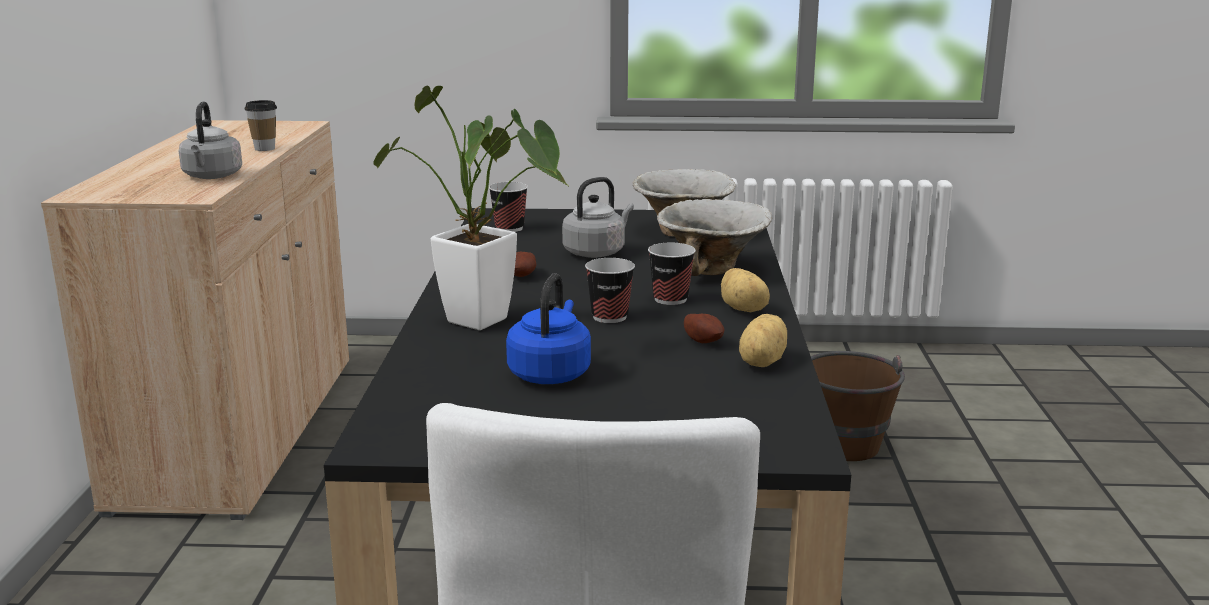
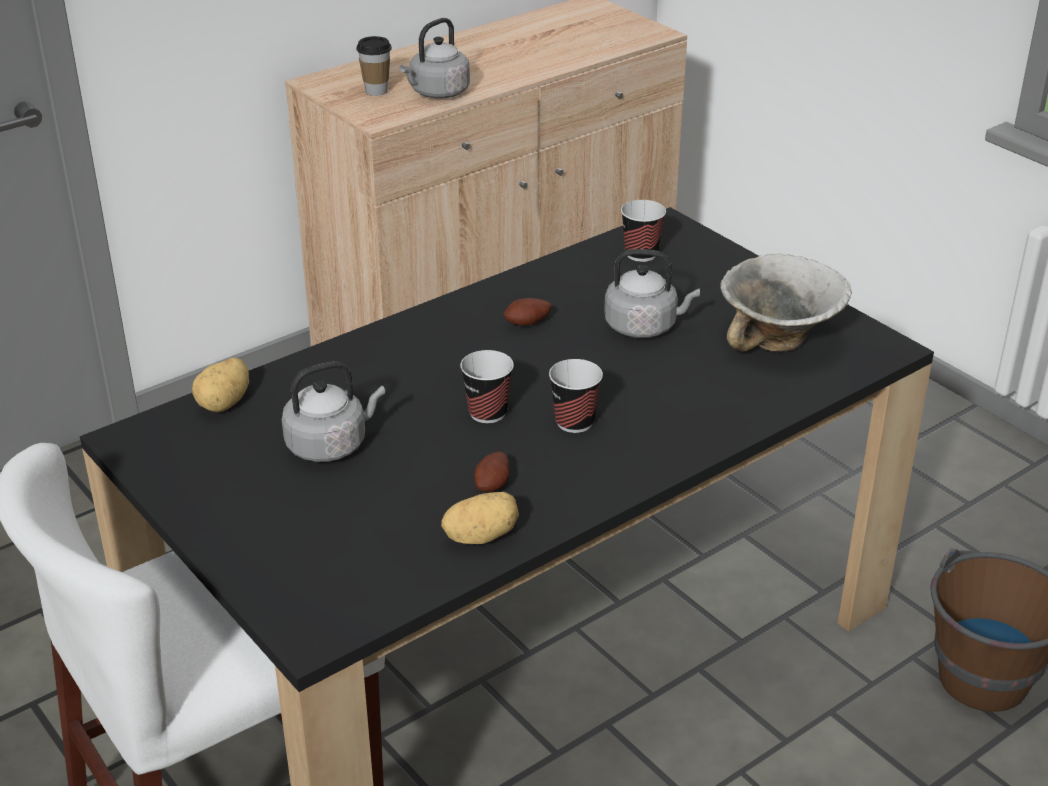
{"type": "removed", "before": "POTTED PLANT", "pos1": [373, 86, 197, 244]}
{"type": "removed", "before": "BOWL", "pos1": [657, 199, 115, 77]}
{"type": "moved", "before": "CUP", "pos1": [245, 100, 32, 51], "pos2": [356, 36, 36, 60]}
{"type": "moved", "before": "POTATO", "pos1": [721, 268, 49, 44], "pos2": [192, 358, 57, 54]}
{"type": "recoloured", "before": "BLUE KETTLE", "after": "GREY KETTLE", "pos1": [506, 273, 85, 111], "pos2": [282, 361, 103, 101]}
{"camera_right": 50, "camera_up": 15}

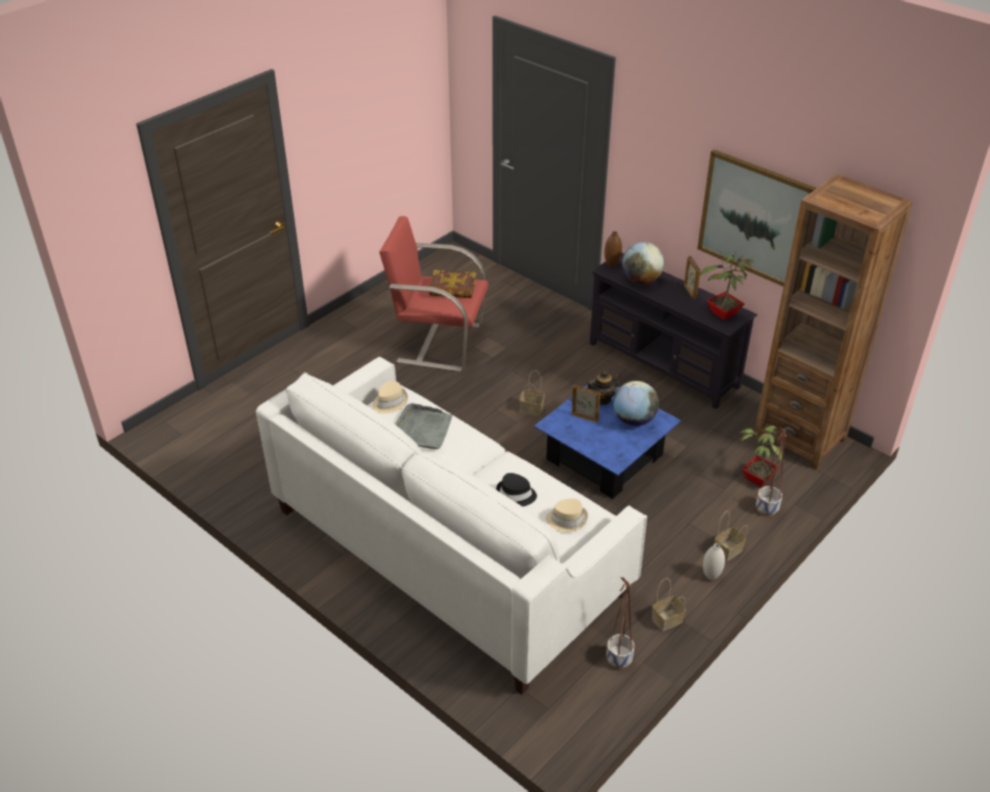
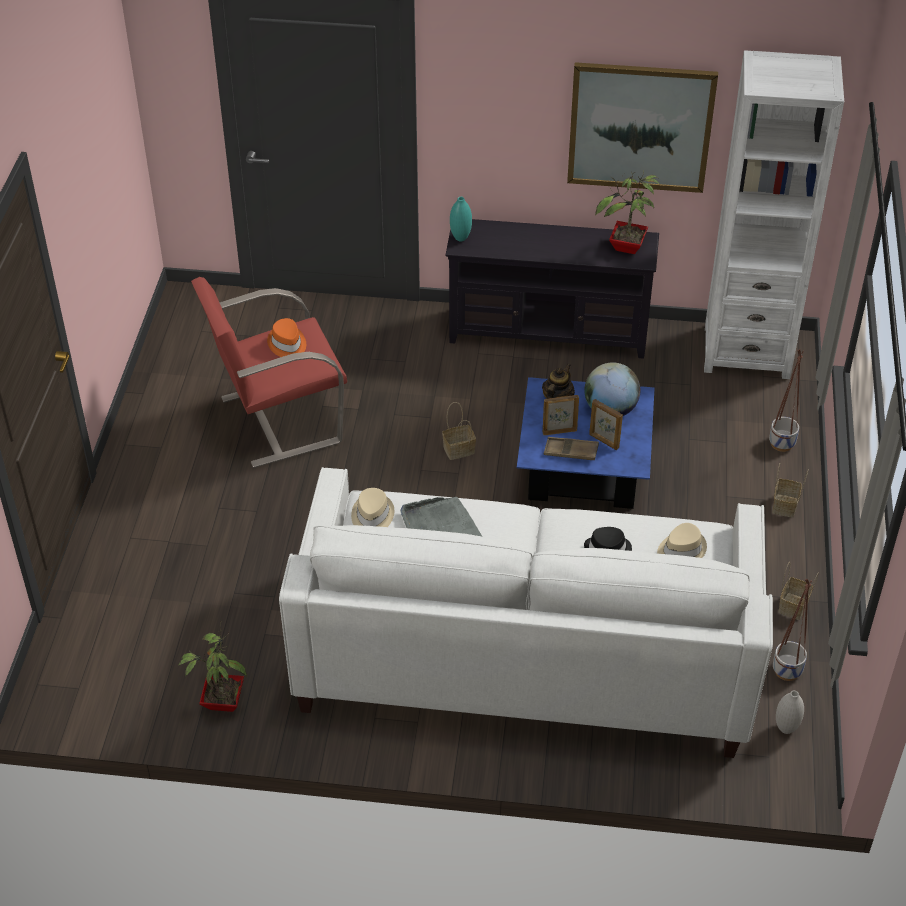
{"type": "removed", "before": "GLOBE", "pos1": [622, 242, 42, 42]}
{"type": "added", "after": "BROWN TRAY", "pos2": [544, 437, 55, 23]}
{"type": "moved", "before": "PICTURE FRAME", "pos1": [684, 256, 17, 44], "pos2": [589, 399, 34, 51]}
{"type": "moved", "before": "WHITE VASE", "pos1": [703, 543, 22, 37], "pos2": [776, 691, 28, 43]}
{"type": "moved", "before": "POTTED PLANT", "pos1": [740, 419, 42, 68], "pos2": [178, 622, 69, 90]}
{"type": "replaced", "before": "BOOK", "after": "ORANGE HAT", "pos1": [429, 270, 47, 28], "pos2": [267, 318, 39, 39]}
{"type": "recoloured", "before": "BROWN VASE", "after": "TURQUOISE VASE", "pos1": [604, 231, 18, 36], "pos2": [450, 197, 22, 44]}
{"type": "recoloured", "before": "BROWN BOOKCASE", "after": "WHITE BOOKCASE", "pos1": [753, 174, 159, 296], "pos2": [704, 50, 140, 329]}
{"camera_right": -35, "camera_up": 5}

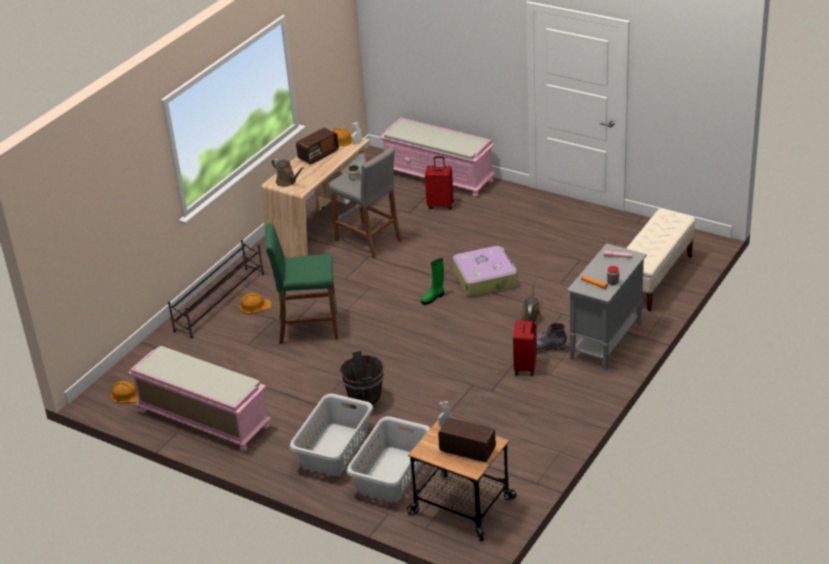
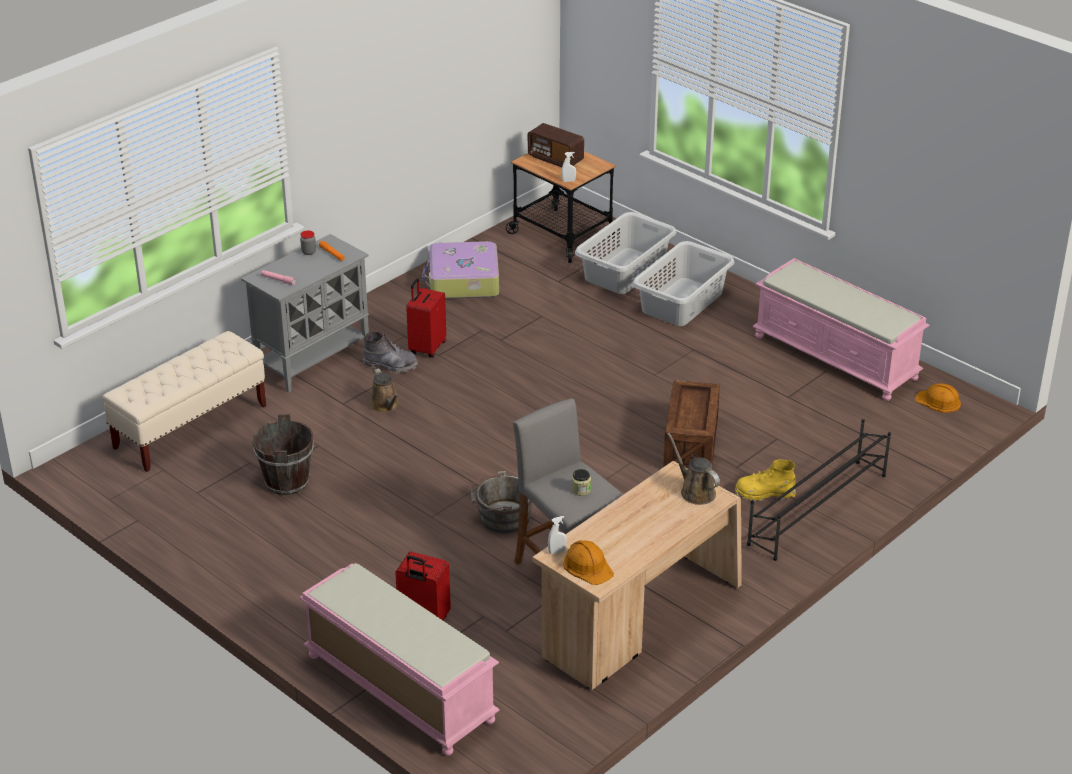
{"type": "removed", "before": "RADIO", "pos1": [296, 128, 43, 36]}
{"type": "removed", "before": "GREEN BOOT", "pos1": [421, 258, 23, 47]}
{"type": "added", "after": "GREY BUCKET", "pos2": [470, 471, 62, 62]}
{"type": "moved", "before": "BROWN BUCKET", "pos1": [340, 350, 45, 58], "pos2": [253, 414, 61, 81]}
{"type": "moved", "before": "SUITCASE", "pos1": [453, 246, 64, 51], "pos2": [422, 241, 77, 58]}
{"type": "replaced", "before": "ORANGE HARD HAT", "after": "YELLOW BOOT", "pos1": [239, 293, 32, 21], "pos2": [735, 460, 61, 42]}
{"type": "replaced", "before": "GREEN STOOL", "after": "CRATE", "pos1": [265, 223, 73, 121], "pos2": [664, 380, 55, 88]}
{"type": "turned", "before": "BROWN WATERING CAN", "pos1": [520, 278, 22, 47], "pos2": [370, 368, 29, 45], "turn": -45}
{"camera_right": -170, "camera_up": 0}

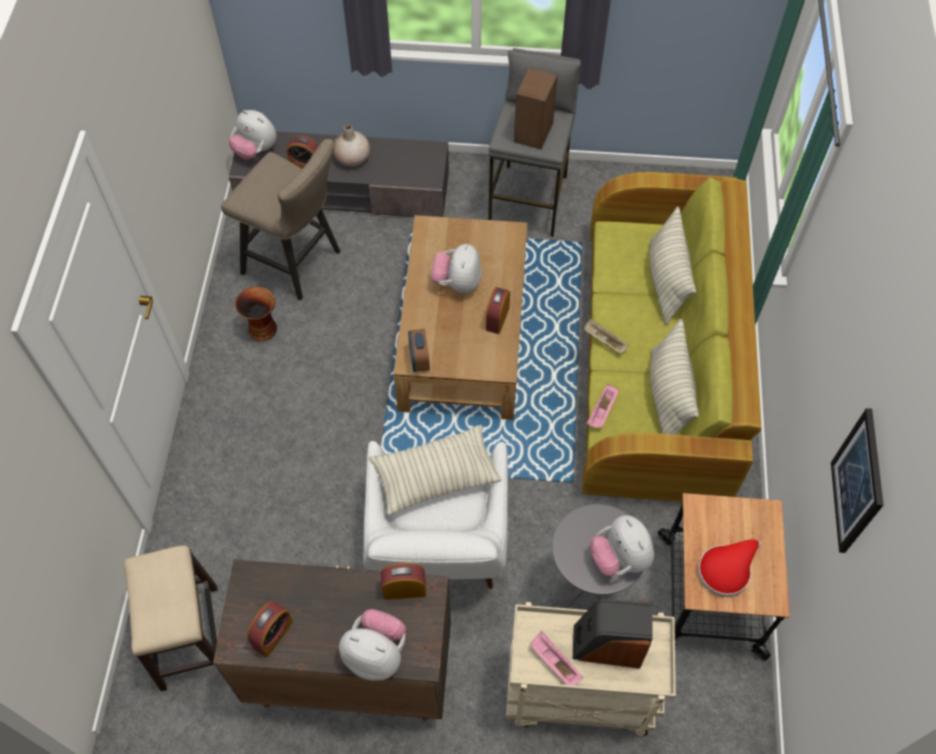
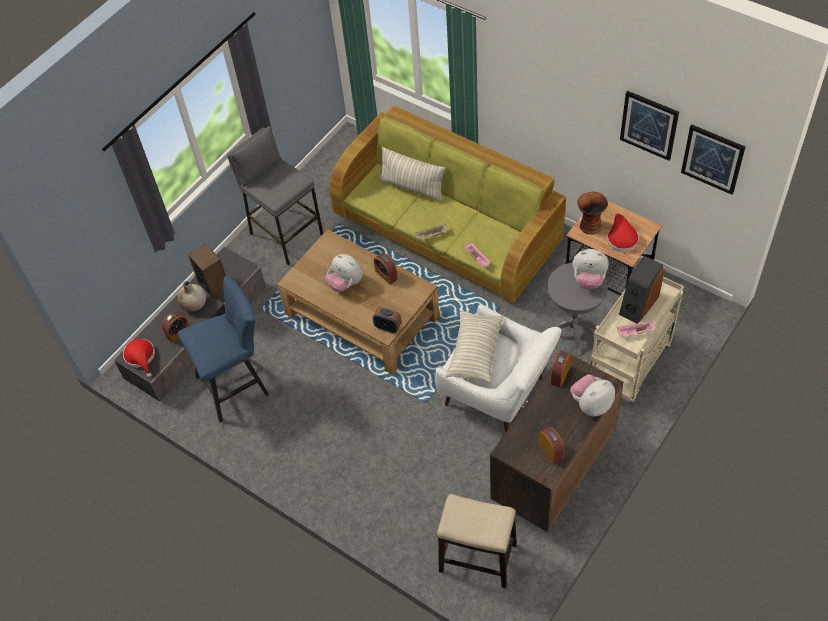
{"type": "removed", "before": "PILLOW", "pos1": [650, 319, 49, 116]}
{"type": "added", "after": "PICTURE", "pos2": [681, 124, 64, 71]}
{"type": "moved", "before": "VASE", "pos1": [235, 286, 42, 56], "pos2": [578, 192, 30, 43]}
{"type": "moved", "before": "SPEAKER", "pos1": [514, 67, 44, 82], "pos2": [188, 243, 38, 56]}
{"type": "replaced", "before": "PLUSH TOY", "after": "RED HAT", "pos1": [229, 110, 48, 50], "pos2": [123, 339, 32, 38]}
{"type": "recoloured", "before": "BEIGE STOOL", "after": "BLUE STOOL", "pos1": [221, 139, 120, 162], "pos2": [178, 275, 91, 147]}
{"camera_right": -55, "camera_up": -5}

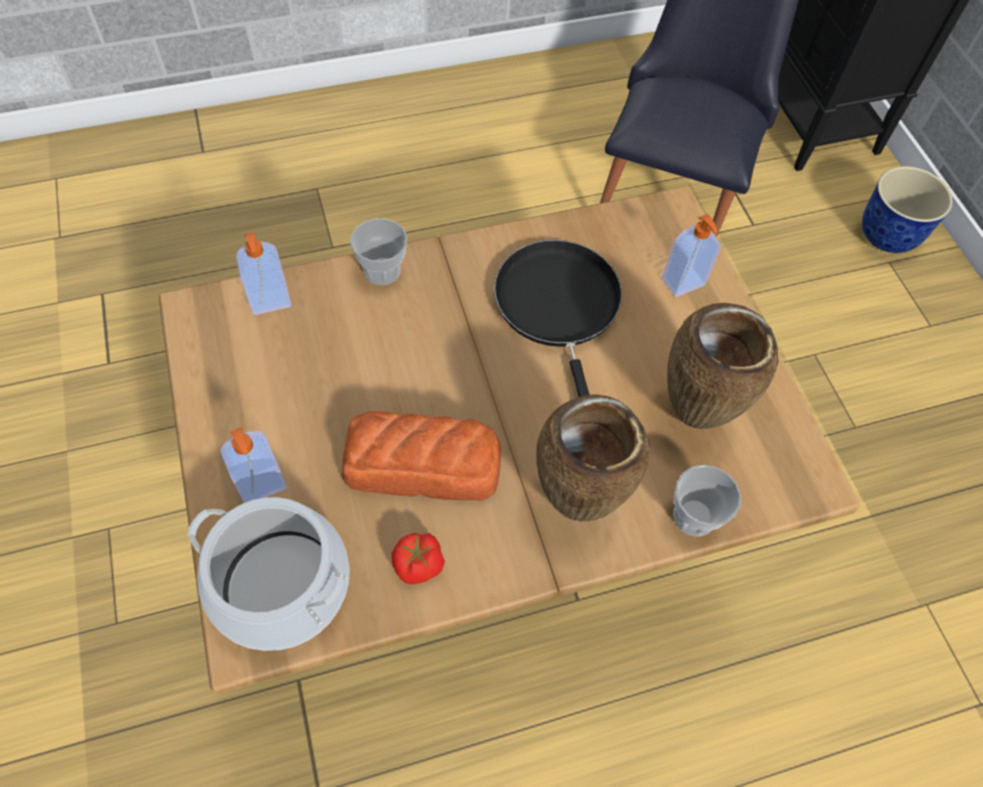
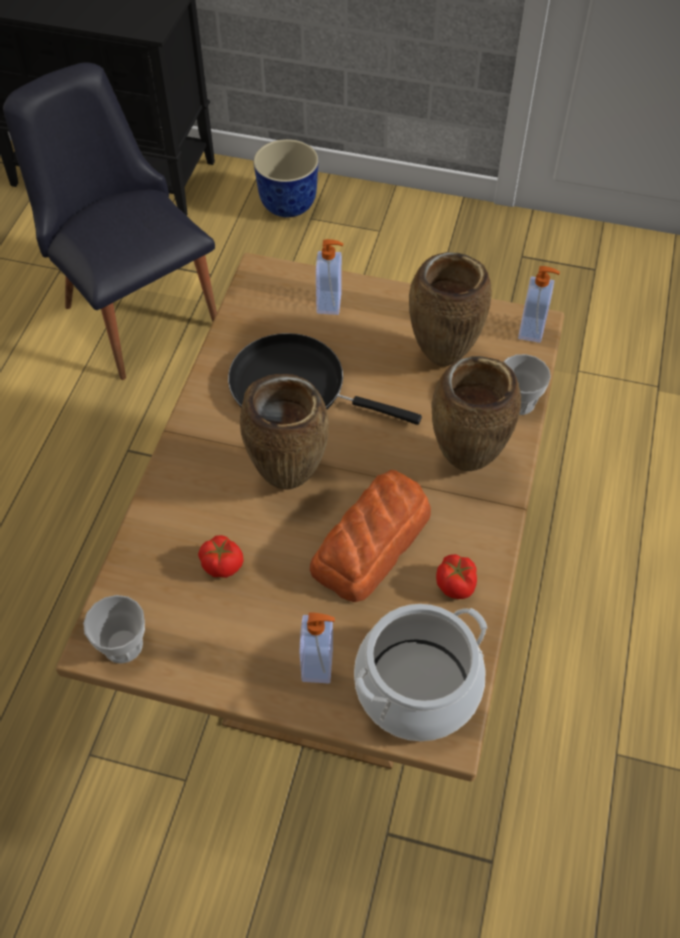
{"type": "added", "after": "TOMATO", "pos2": [198, 535, 45, 43]}
{"type": "added", "after": "BROWN VASE", "pos2": [240, 374, 89, 116]}
{"type": "moved", "before": "SOAP DISPENSER", "pos1": [236, 232, 56, 83], "pos2": [518, 266, 42, 77]}
{"type": "moved", "before": "CUP", "pos1": [350, 218, 57, 67], "pos2": [83, 595, 62, 69]}
{"camera_right": -55, "camera_up": -5}

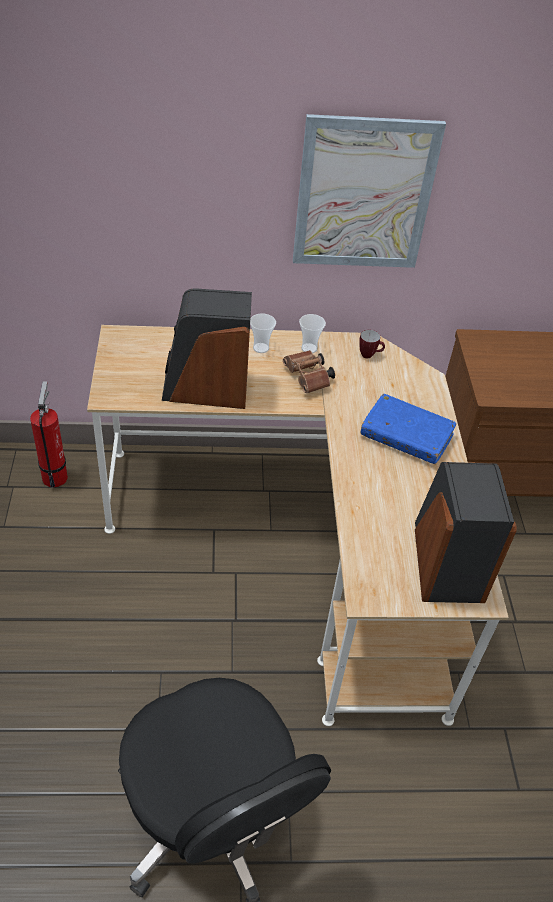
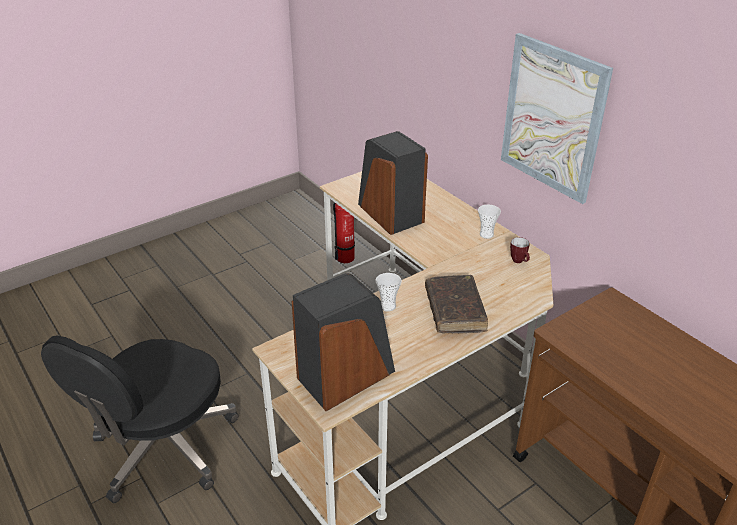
{"type": "removed", "before": "BROWN BINOCULARS", "pos1": [283, 350, 52, 44]}
{"type": "moved", "before": "CUP", "pos1": [250, 313, 26, 40], "pos2": [375, 273, 27, 38]}
{"type": "recoloured", "before": "BLUE BOOK", "after": "BROWN BOOK", "pos1": [360, 394, 96, 70], "pos2": [425, 275, 63, 58]}
{"camera_right": 60, "camera_up": -10}

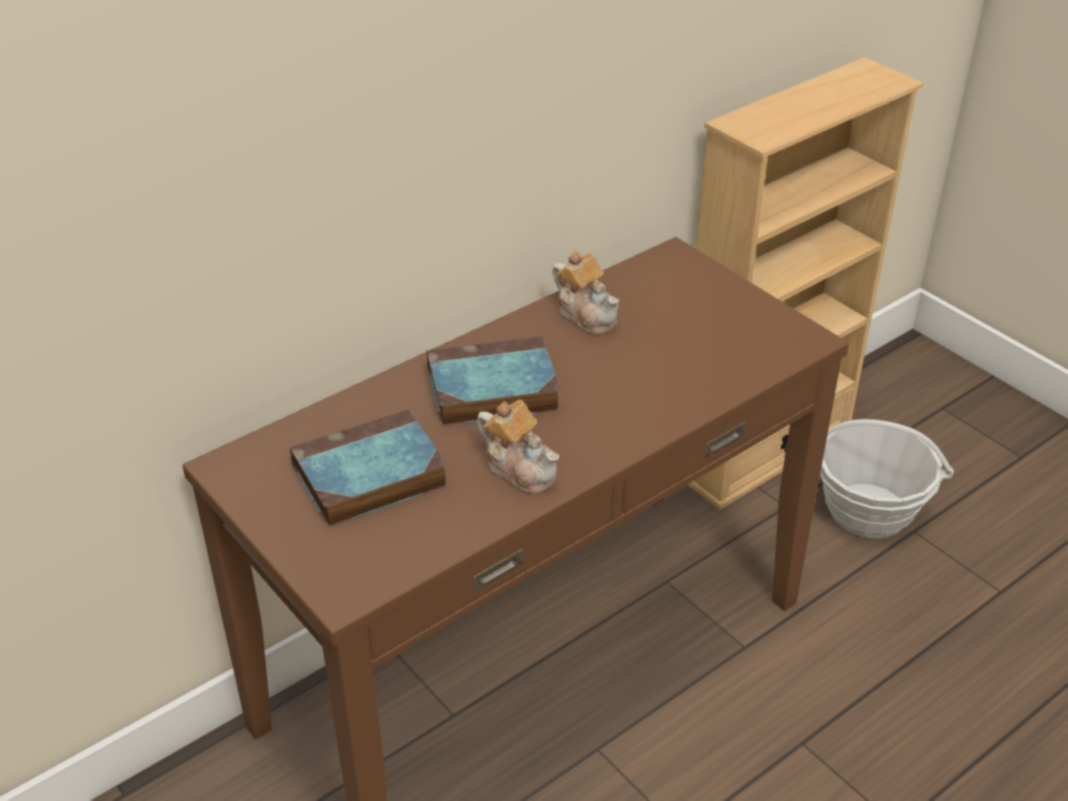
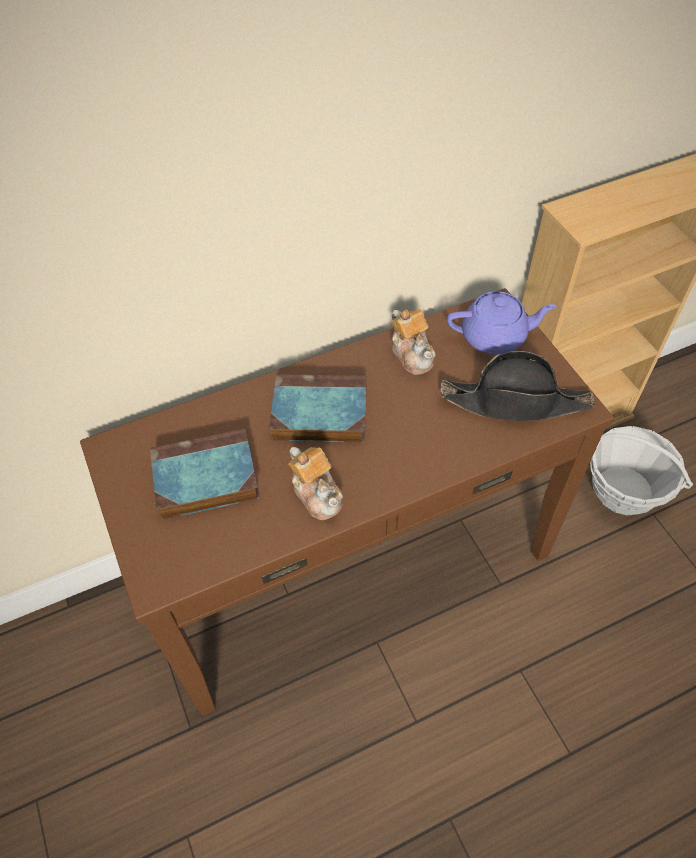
{"type": "added", "after": "BLACK HAT", "pos2": [440, 351, 155, 70]}
{"type": "added", "after": "PURPLE TEAPOT", "pos2": [447, 291, 110, 64]}
{"camera_right": 15, "camera_up": 15}

